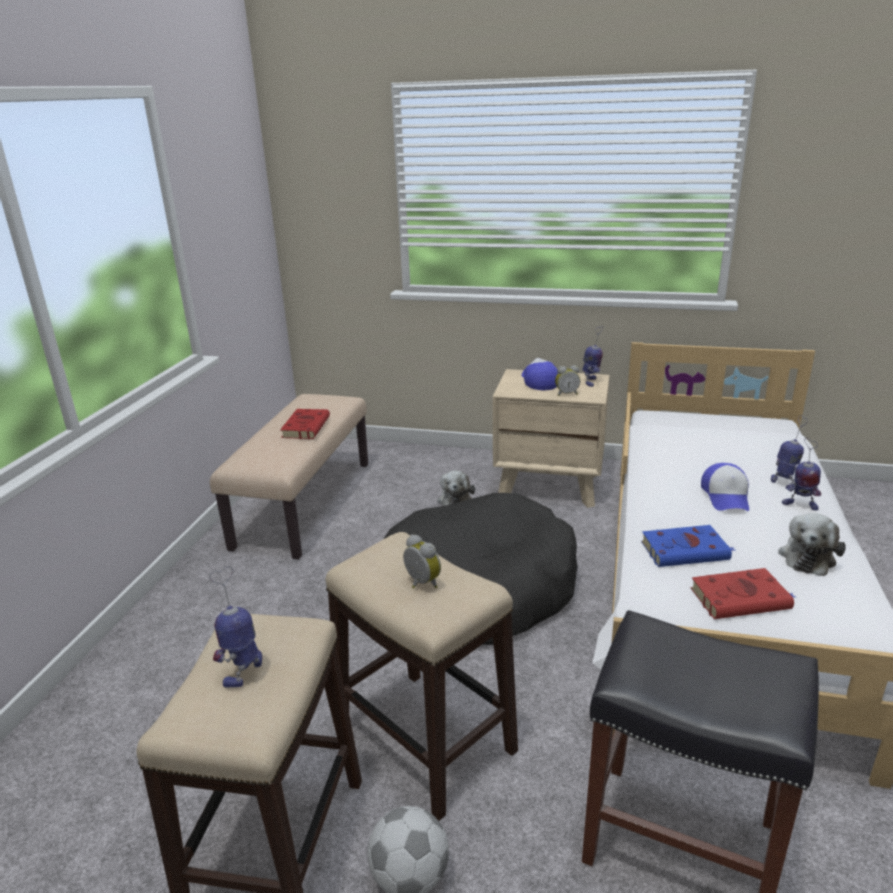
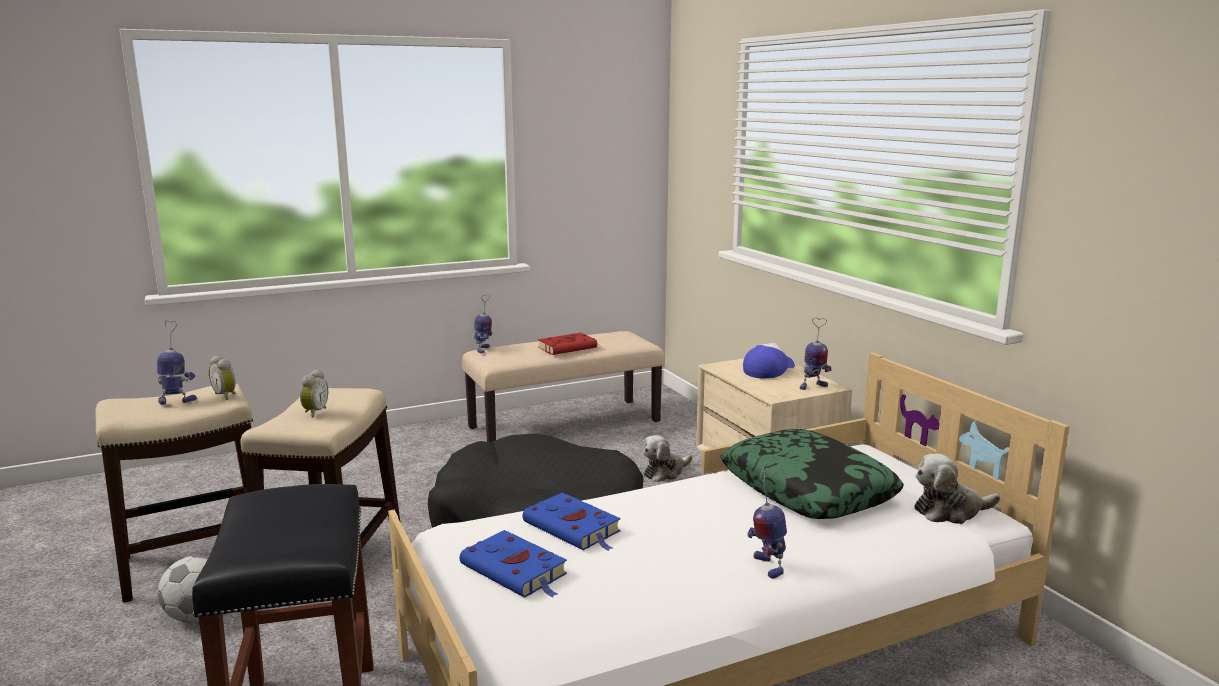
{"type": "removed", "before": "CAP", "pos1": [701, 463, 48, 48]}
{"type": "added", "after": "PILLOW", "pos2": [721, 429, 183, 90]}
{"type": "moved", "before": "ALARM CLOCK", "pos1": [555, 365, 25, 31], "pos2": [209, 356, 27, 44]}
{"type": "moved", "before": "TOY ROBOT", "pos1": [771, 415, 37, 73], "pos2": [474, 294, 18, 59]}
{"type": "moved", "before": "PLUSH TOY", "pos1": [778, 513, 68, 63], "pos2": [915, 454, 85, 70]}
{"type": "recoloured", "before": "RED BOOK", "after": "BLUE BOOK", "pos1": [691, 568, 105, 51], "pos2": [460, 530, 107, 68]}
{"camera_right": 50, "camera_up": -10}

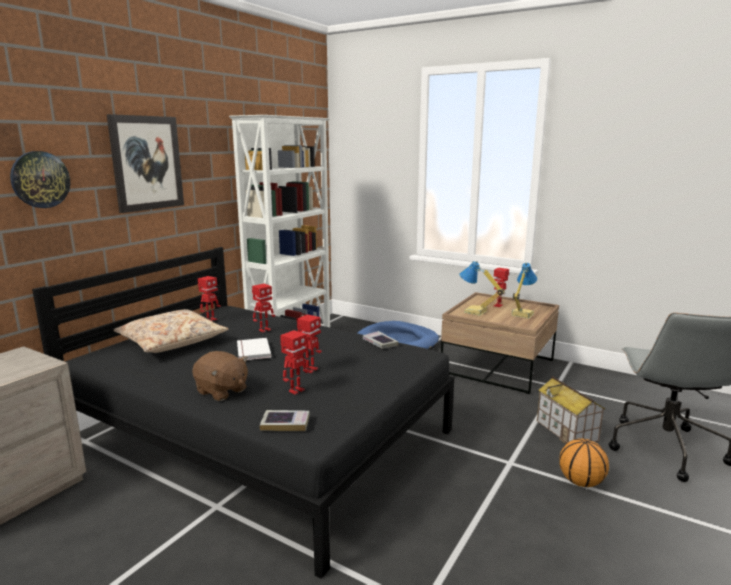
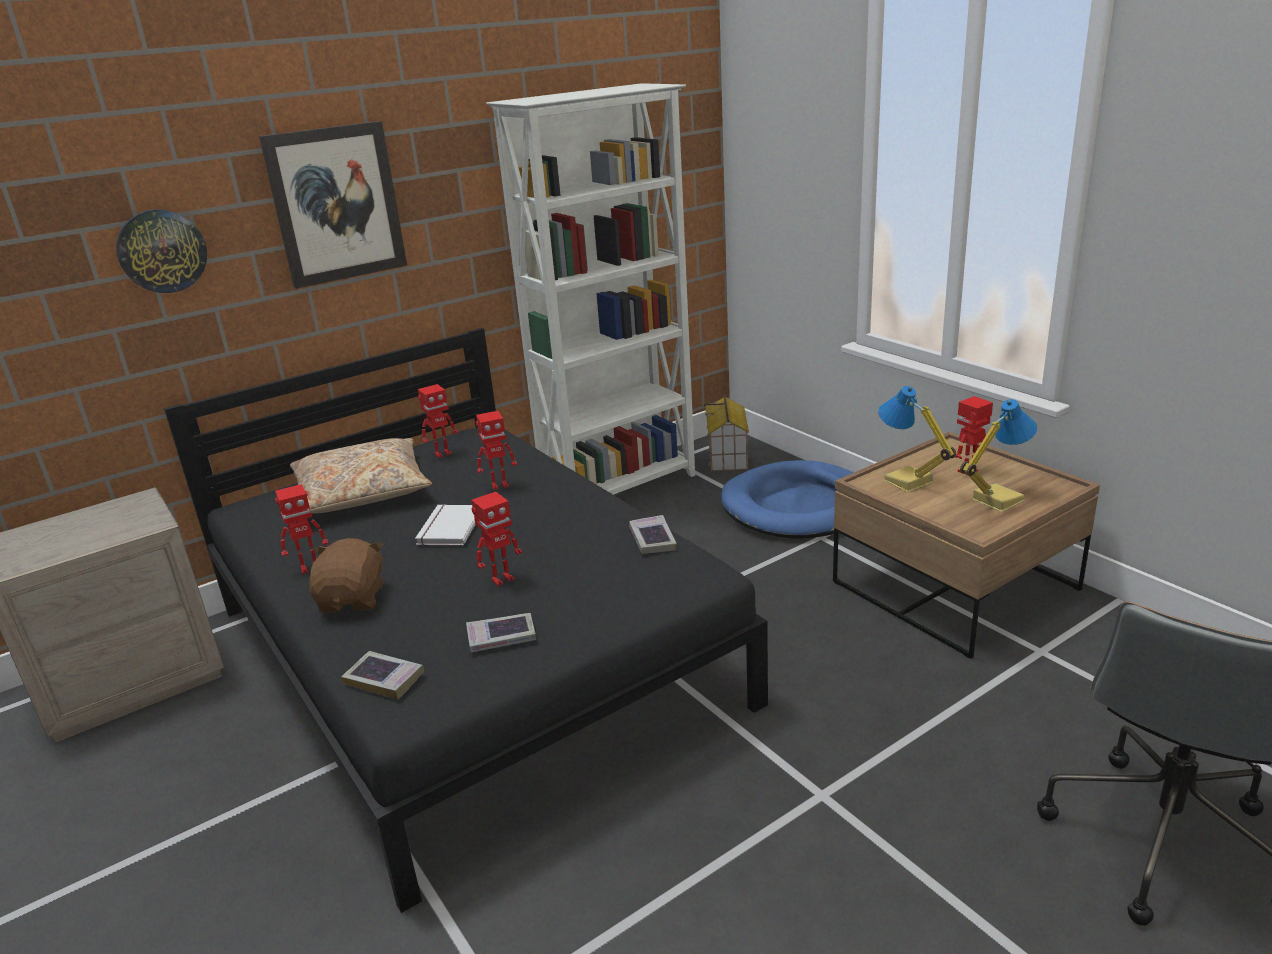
{"type": "removed", "before": "BASKETBALL", "pos1": [559, 438, 50, 49]}
{"type": "added", "after": "BOOK", "pos2": [466, 613, 70, 39]}
{"type": "moved", "before": "TOY ROBOT", "pos1": [280, 330, 29, 65], "pos2": [275, 484, 54, 91]}
{"type": "moved", "before": "TOY HOUSE", "pos1": [537, 376, 68, 67], "pos2": [704, 395, 45, 76]}
{"type": "turned", "before": "BROWN PLUSH TOY", "pos1": [192, 351, 56, 50], "pos2": [309, 538, 75, 75], "turn": -150}
{"camera_right": 25, "camera_up": 10}

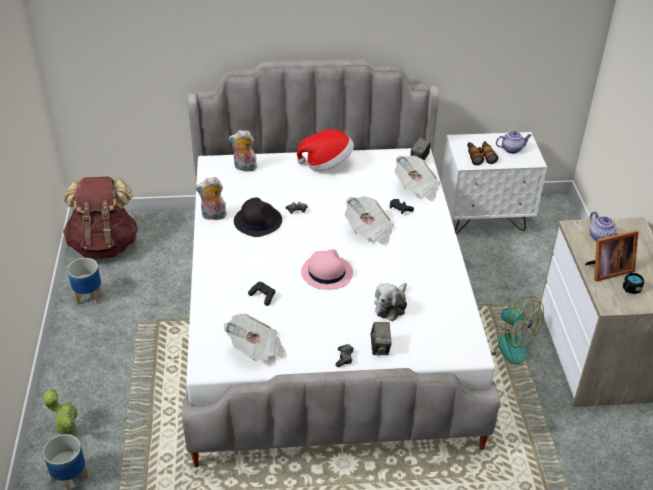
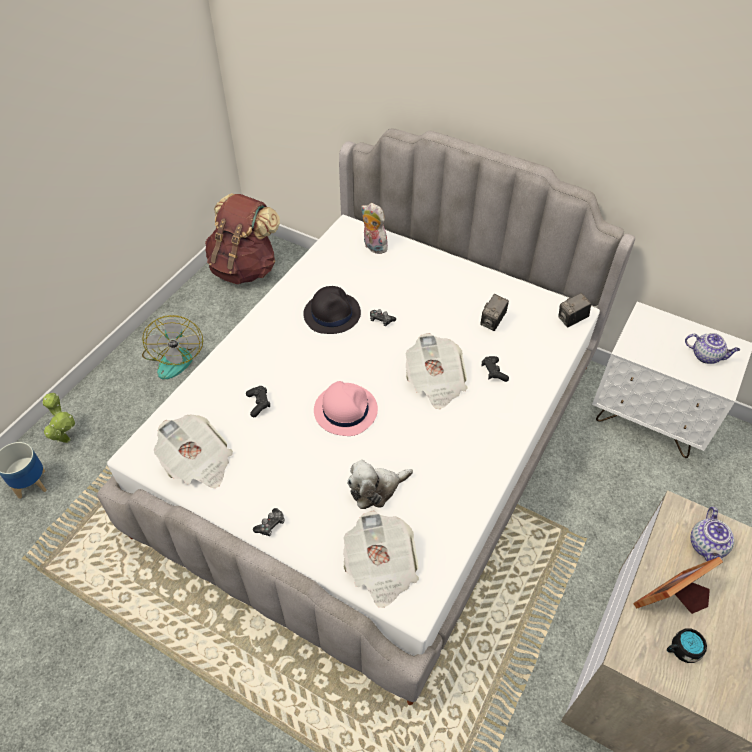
{"type": "removed", "before": "PLANTER", "pos1": [67, 258, 34, 47]}
{"type": "removed", "before": "PLUSH TOY", "pos1": [195, 177, 32, 43]}
{"type": "removed", "before": "HAT", "pos1": [297, 129, 57, 42]}
{"type": "removed", "before": "BINOCULARS", "pos1": [467, 141, 31, 24]}
{"type": "moved", "before": "PHOTO CAMERA", "pos1": [371, 322, 21, 33], "pos2": [480, 294, 29, 37]}
{"type": "moved", "before": "NEWSPAPER", "pos1": [394, 156, 46, 45], "pos2": [343, 511, 76, 97]}
{"type": "moved", "before": "FAN", "pos1": [484, 296, 60, 69], "pos2": [142, 315, 61, 65]}
{"type": "turned", "before": "PICTURE FRAME", "pos1": [585, 230, 53, 52], "pos2": [633, 557, 90, 57], "turn": 135}
{"camera_right": 35, "camera_up": 10}

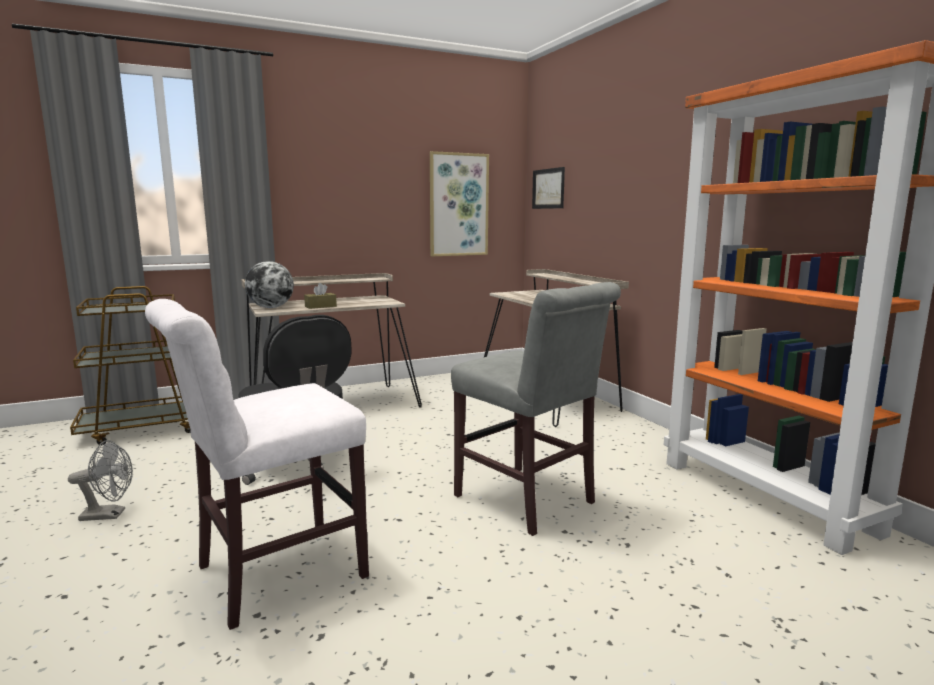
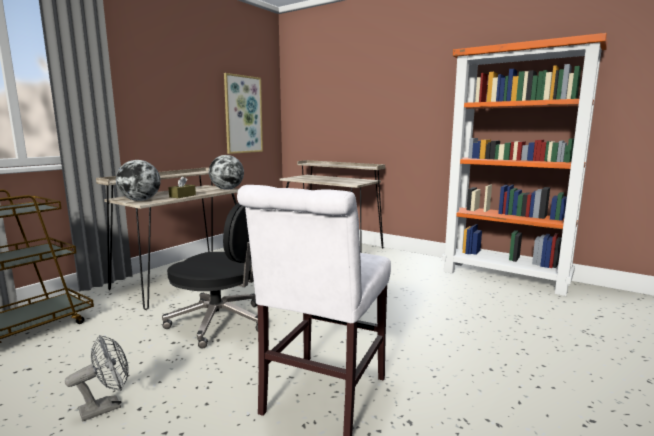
{"type": "removed", "before": "GREY CHAIR", "pos1": [451, 282, 170, 254]}
{"type": "removed", "before": "PICTURE", "pos1": [532, 167, 33, 42]}
{"type": "added", "after": "GLOBE", "pos2": [209, 155, 35, 35]}
{"camera_right": -30, "camera_up": 0}

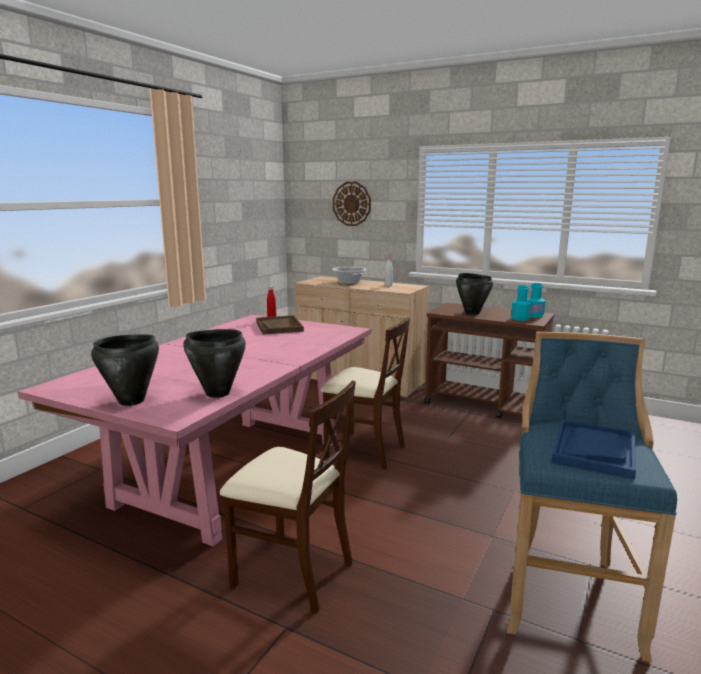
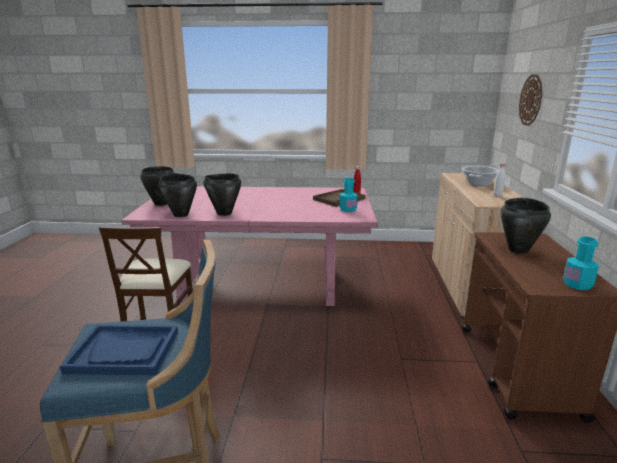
{"type": "removed", "before": "BEIGE CHAIR", "pos1": [321, 317, 89, 152]}
{"type": "added", "after": "BLACK COOKING POT", "pos2": [204, 173, 37, 43]}
{"type": "moved", "before": "TURQUOISE BOTTLE", "pos1": [511, 285, 20, 36], "pos2": [339, 178, 19, 34]}
{"camera_right": 65, "camera_up": 5}

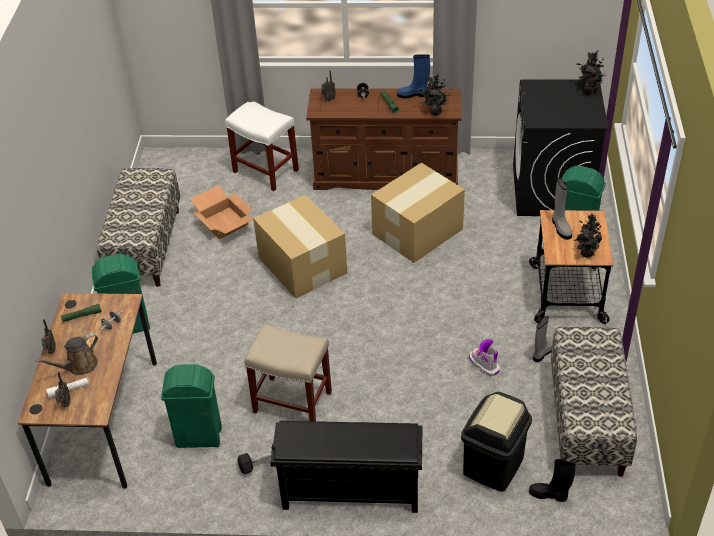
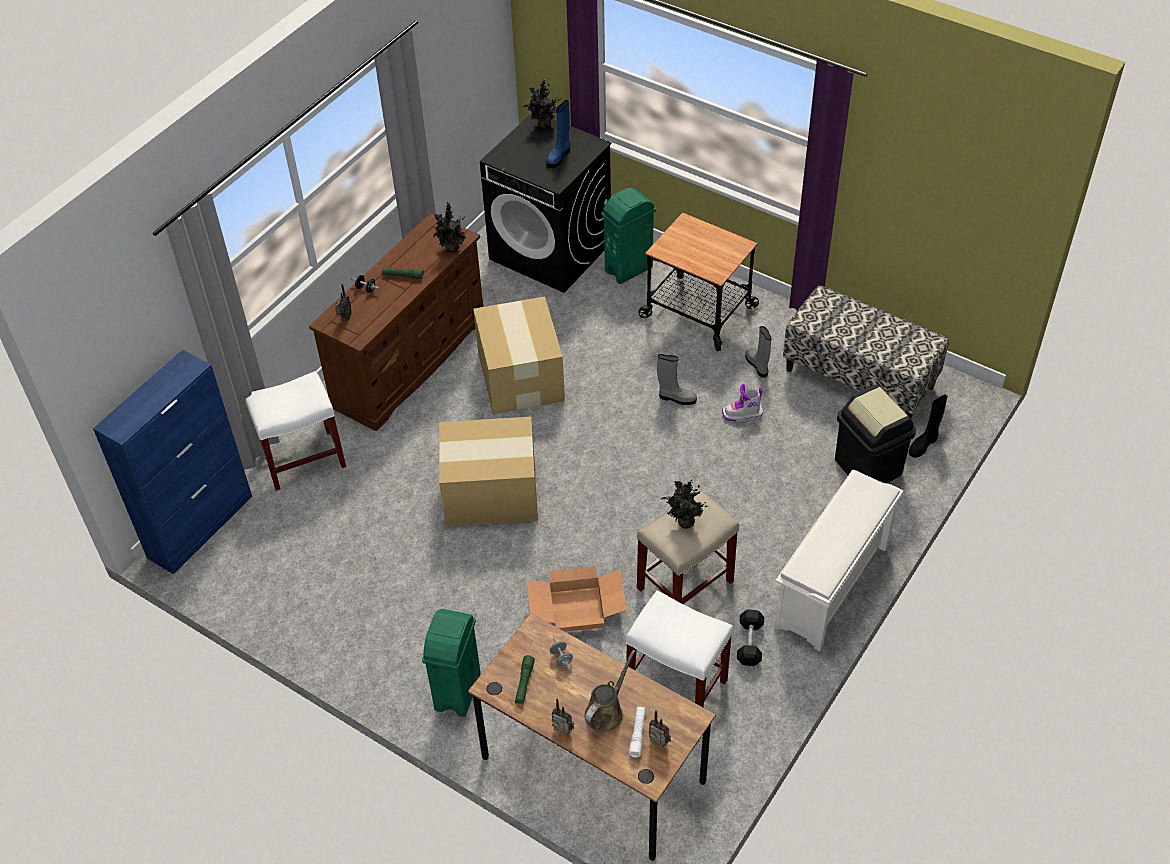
{"type": "removed", "before": "BENCH", "pos1": [97, 168, 83, 119]}
{"type": "added", "after": "BLUE CABINET", "pos2": [93, 350, 159, 224]}
{"type": "moved", "before": "CARDBOARD BOX", "pos1": [190, 185, 63, 55], "pos2": [527, 566, 100, 66]}
{"type": "moved", "before": "BLUE BOOT", "pos1": [397, 54, 33, 44], "pos2": [546, 100, 24, 68]}
{"type": "moved", "before": "GREY BOOT", "pos1": [552, 177, 21, 63], "pos2": [657, 354, 40, 51]}
{"type": "moved", "before": "POTTED PLANT", "pos1": [574, 213, 28, 45], "pos2": [661, 480, 50, 49]}
{"type": "replaced", "before": "GREEN TRASH CAN", "after": "WHITE STOOL", "pos1": [161, 364, 61, 84], "pos2": [626, 590, 108, 117]}
{"type": "recoloured", "before": "BLACK SHOE RACK", "after": "WHITE SHOE RACK", "pos1": [270, 421, 153, 92], "pos2": [774, 470, 130, 181]}
{"type": "turned", "before": "BROWN WATERING CAN", "pos1": [35, 333, 63, 42], "pos2": [584, 650, 51, 82], "turn": -135}
{"camera_right": -60, "camera_up": 5}

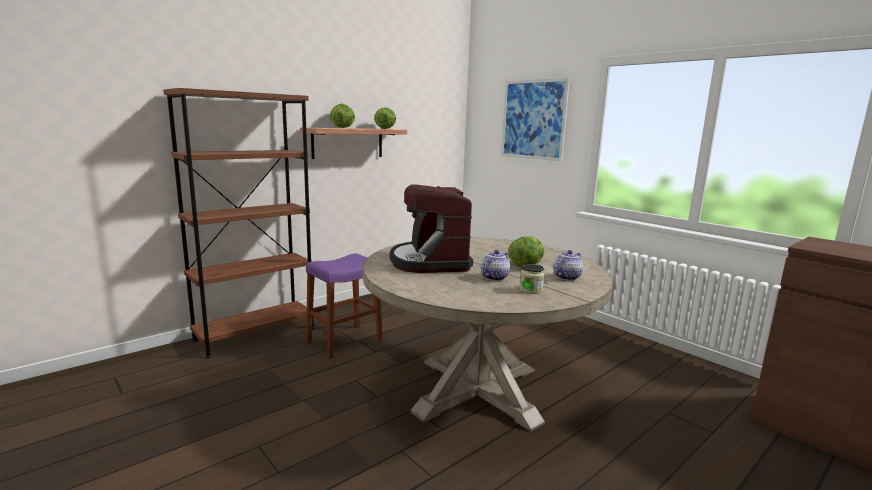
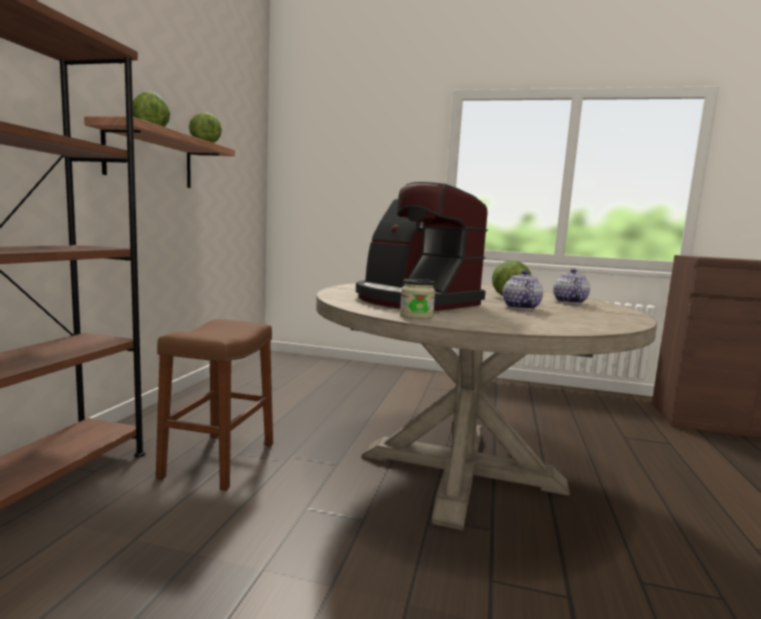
{"type": "removed", "before": "PICTURE", "pos1": [501, 78, 69, 83]}
{"type": "moved", "before": "JAR", "pos1": [519, 264, 25, 30], "pos2": [400, 279, 36, 40]}
{"type": "recoloured", "before": "PURPLE STOOL", "after": "BROWN STOOL", "pos1": [306, 253, 77, 106], "pos2": [156, 319, 117, 172]}
{"camera_right": -35, "camera_up": -5}

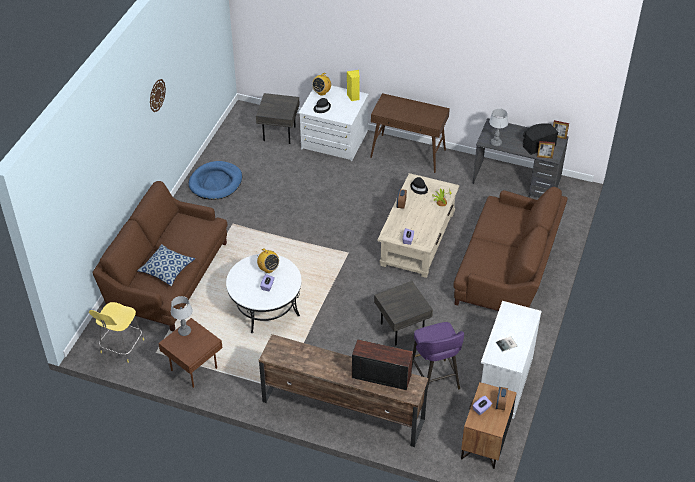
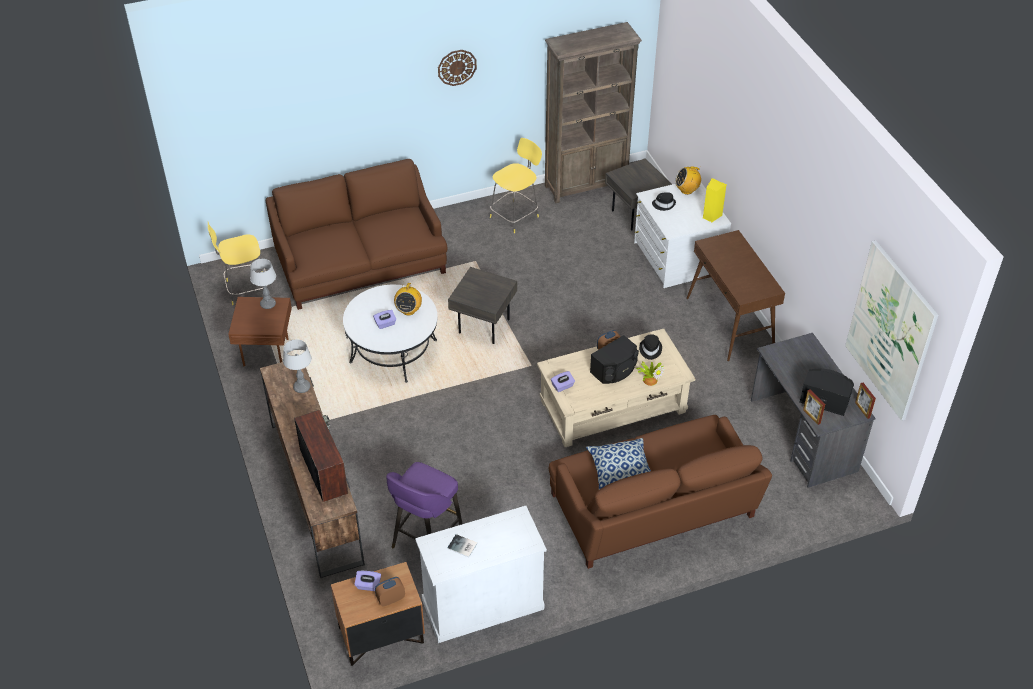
{"type": "added", "after": "BROWN BOOKCASE", "pos2": [545, 22, 97, 181]}
{"type": "added", "after": "BLACK SPEAKER", "pos2": [590, 335, 49, 49]}
{"type": "added", "after": "PICTURE", "pos2": [845, 240, 93, 181]}
{"type": "moved", "before": "PILLOW", "pos1": [137, 244, 58, 42], "pos2": [586, 438, 65, 51]}
{"type": "moved", "before": "GREY SIDE TABLE", "pos1": [374, 281, 59, 65], "pos2": [448, 267, 69, 77]}
{"type": "moved", "before": "TABLE LAMP", "pos1": [489, 108, 19, 38], "pos2": [283, 339, 29, 54]}
{"type": "replaced", "before": "BLUE DOG BED", "after": "YELLOW STOOL", "pos1": [189, 161, 53, 39], "pos2": [490, 138, 52, 95]}
{"camera_right": 50, "camera_up": 0}

